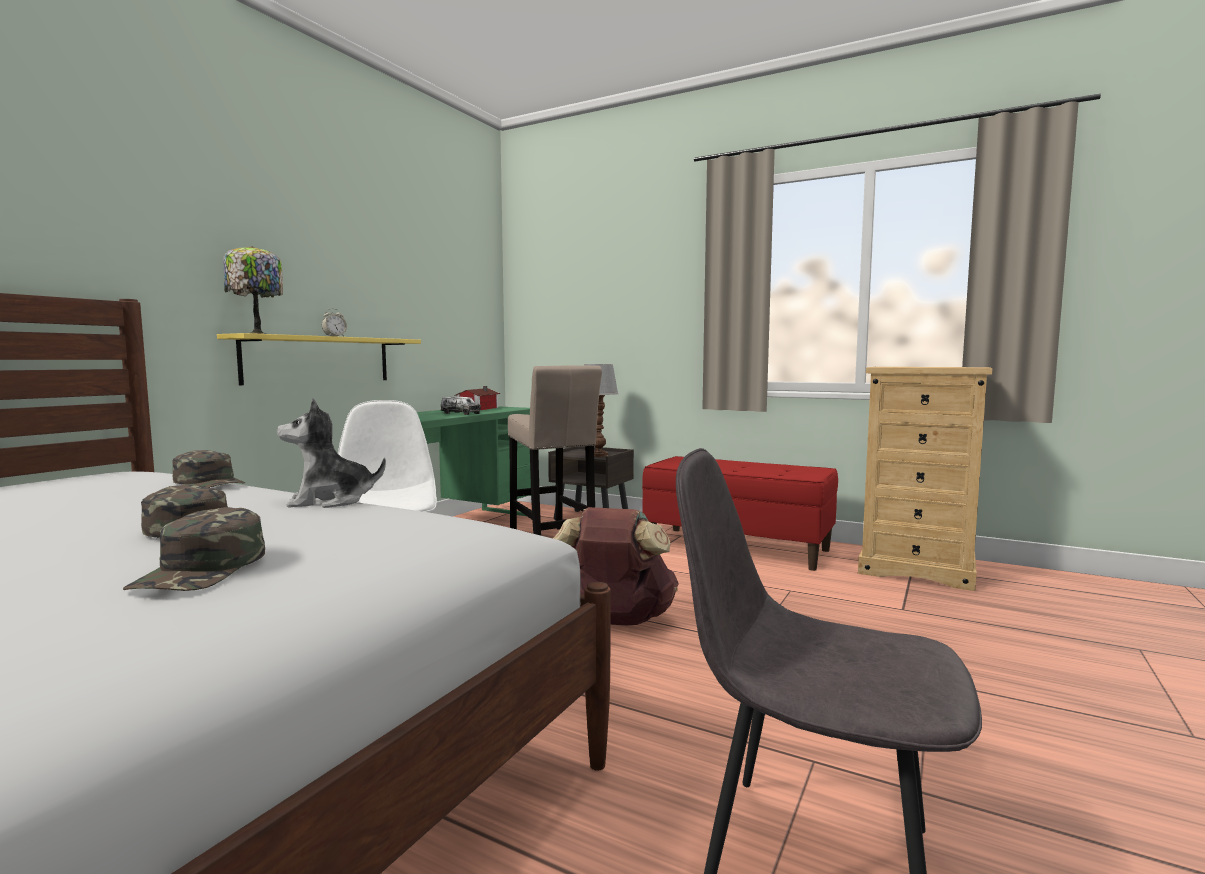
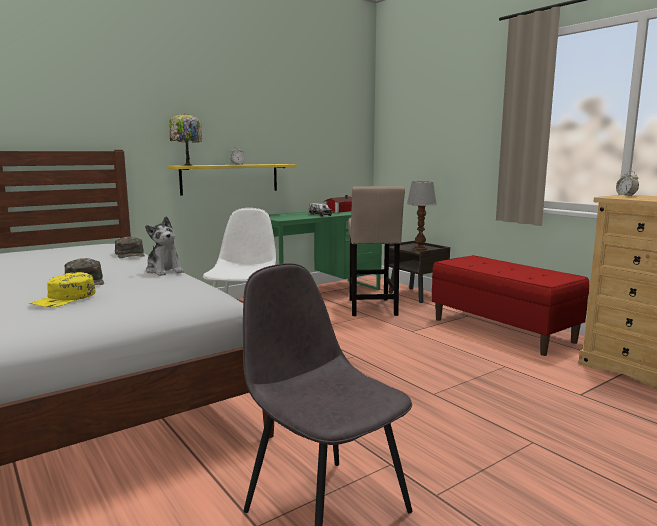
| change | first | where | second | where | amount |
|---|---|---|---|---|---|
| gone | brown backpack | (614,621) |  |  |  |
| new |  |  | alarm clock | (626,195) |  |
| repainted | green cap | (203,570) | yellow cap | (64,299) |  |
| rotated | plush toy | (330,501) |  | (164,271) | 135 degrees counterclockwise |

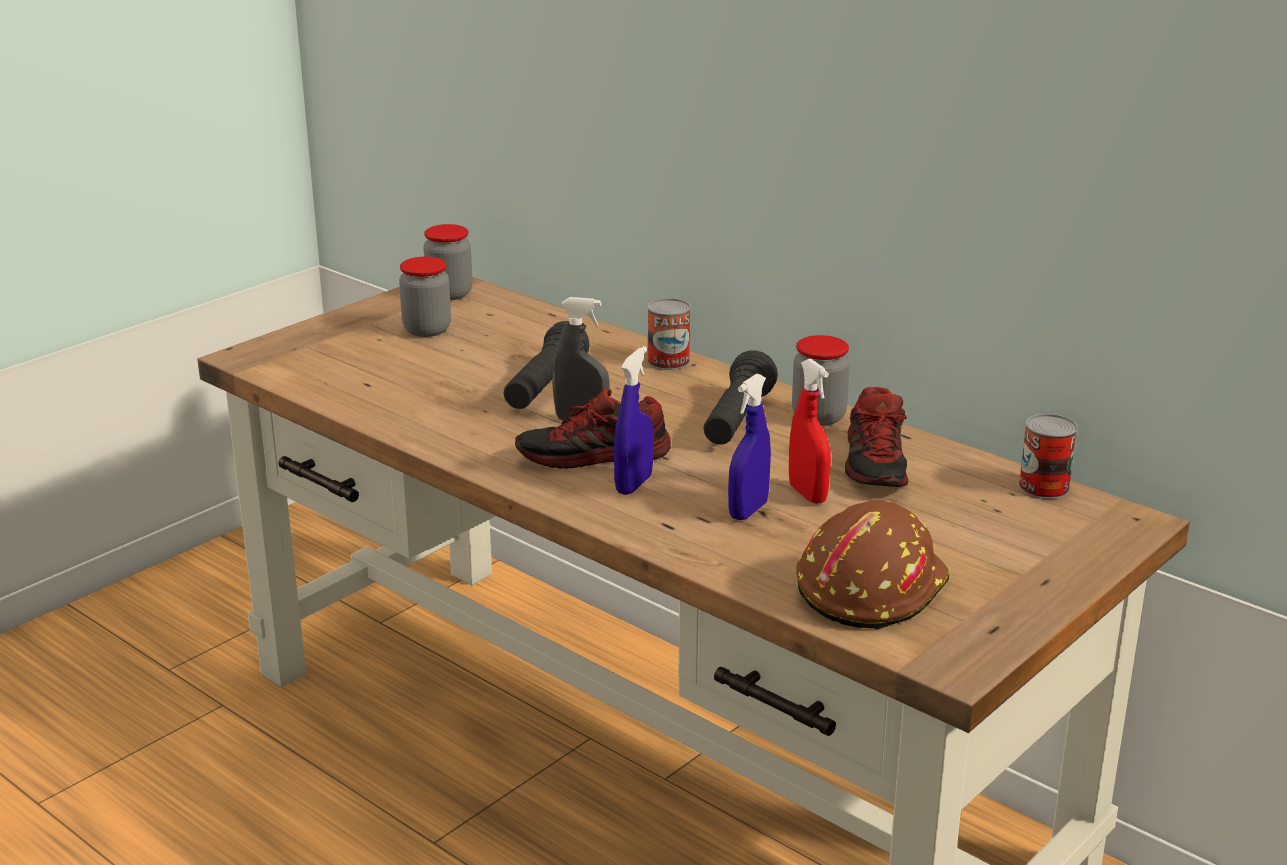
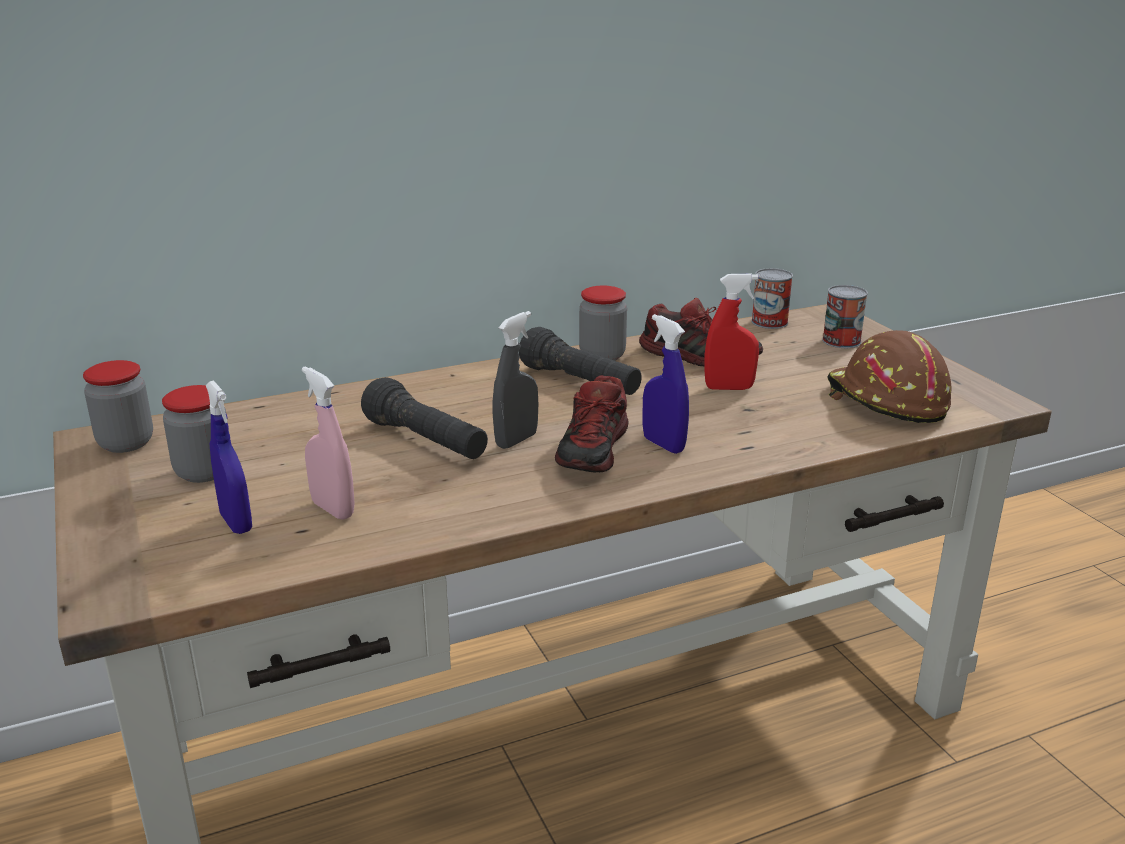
| change | first | where | second | where | amount |
|---|---|---|---|---|---|
| new |  |  | pink spray bottle | (333,509) |  |
| shifted | can | (668,361) |  | (841,341) |  |
| shifted | blue spray bottle | (748,511) |  | (236,523) |  |

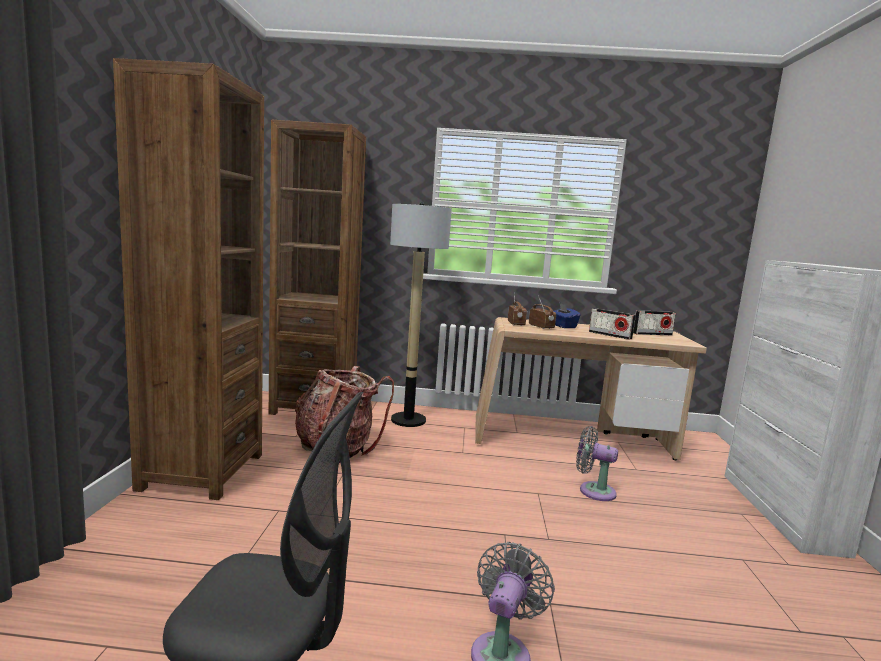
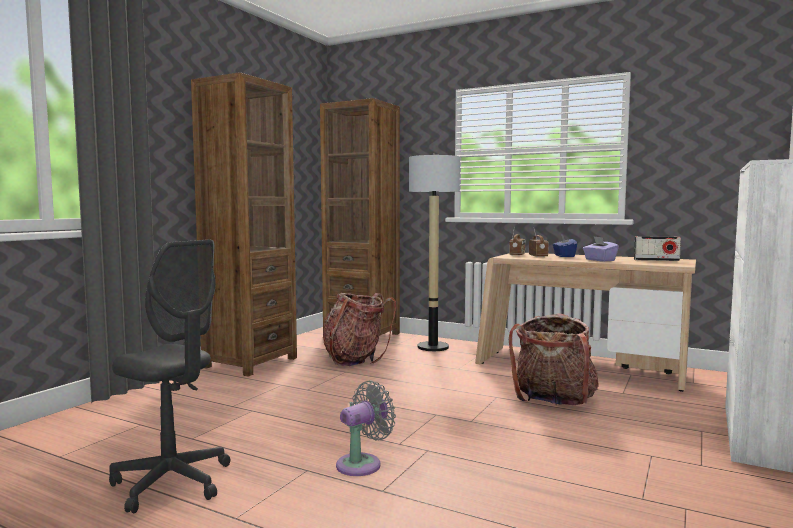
| change | first | where | second | where | amount |
|---|---|---|---|---|---|
| swapped | grey fan | (593,490) | backpack | (554,401) |  |
| swapped | radio | (610,335) | purple tissue box | (599,260) |  |

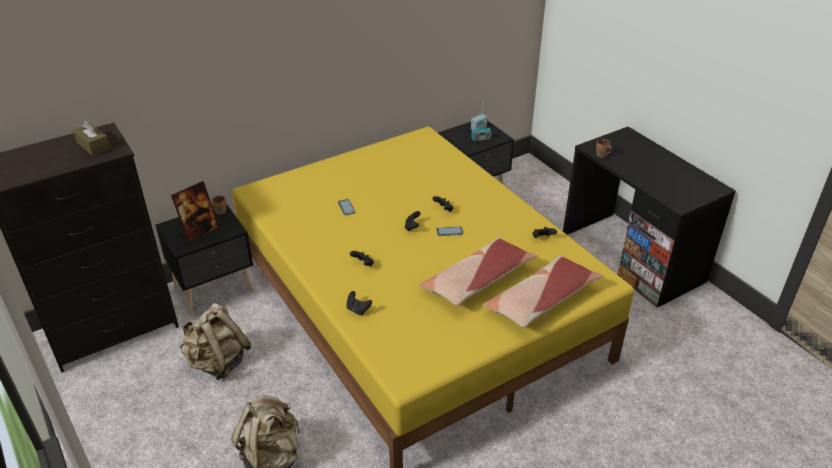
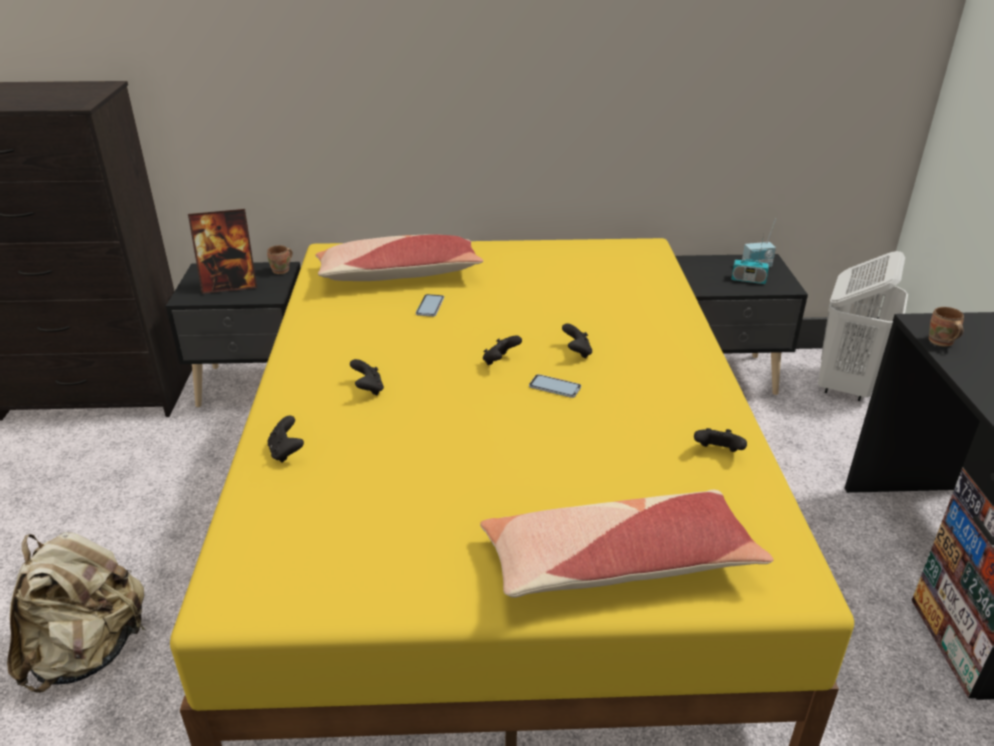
| change | first | where | second | where | amount |
|---|---|---|---|---|---|
| gone | brown tissue box | (93,146) |  |  |  |
| gone | beige backpack | (218,362) |  |  |  |
| new |  |  | white laundry basket | (845,385) |  |
| shifted | pillow | (477,280) |  | (398,275) |  |

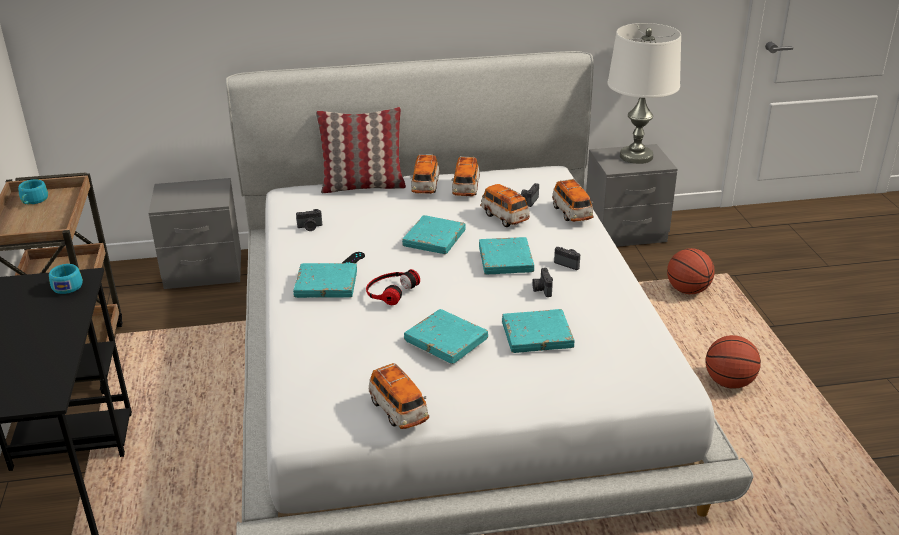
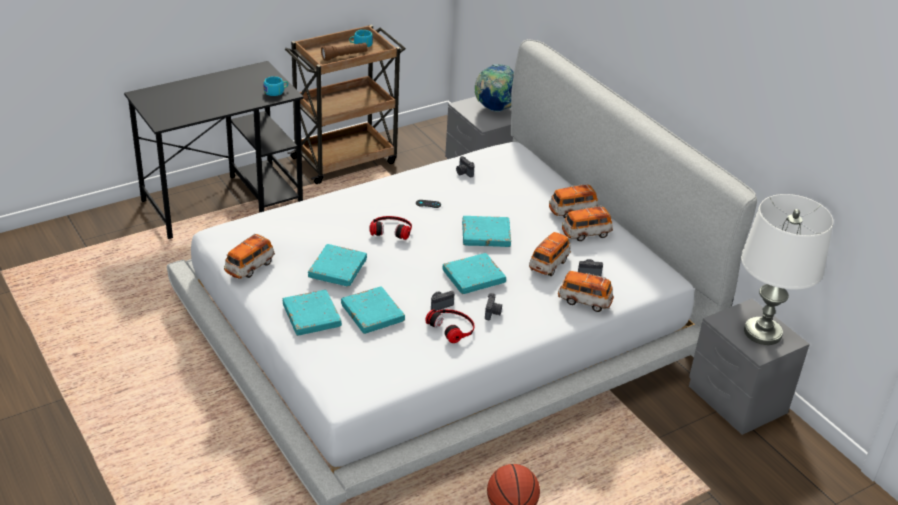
| change | first | where | second | where | amount |
|---|---|---|---|---|---|
| gone | pillow | (363,186) |  |  |  |
| gone | basketball | (687,290) |  |  |  |
| new |  |  | brown flashlight | (344,56) |  |
| new |  |  | headphones | (452,327) |  |
| new |  |  | globe | (495,109) |  |
| shifted | turquoise book | (326,285) |  | (311,316) |  |
| rotated | toy car | (571,213) |  | (584,301) | 60 degrees clockwise |

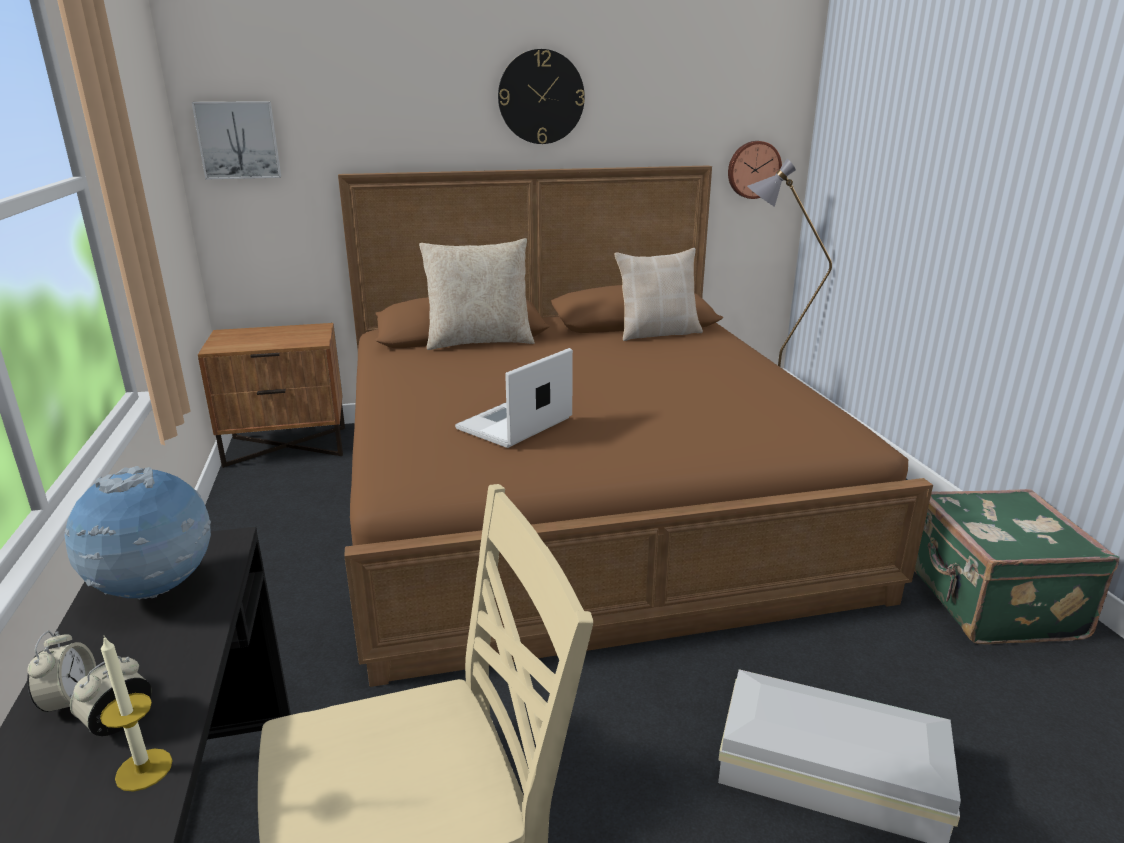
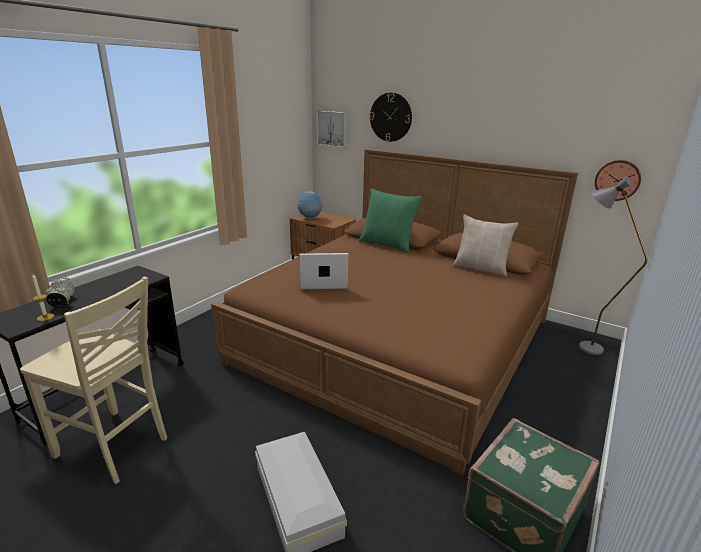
| change | first | where | second | where | amount |
|---|---|---|---|---|---|
| shifted | globe | (156,592) |  | (310,218) |  |
| shifted | wall clock | (541,97) |  | (390,117) |  |
| repainted | beige pillow | (479,341) | green pillow | (387,244) |  |

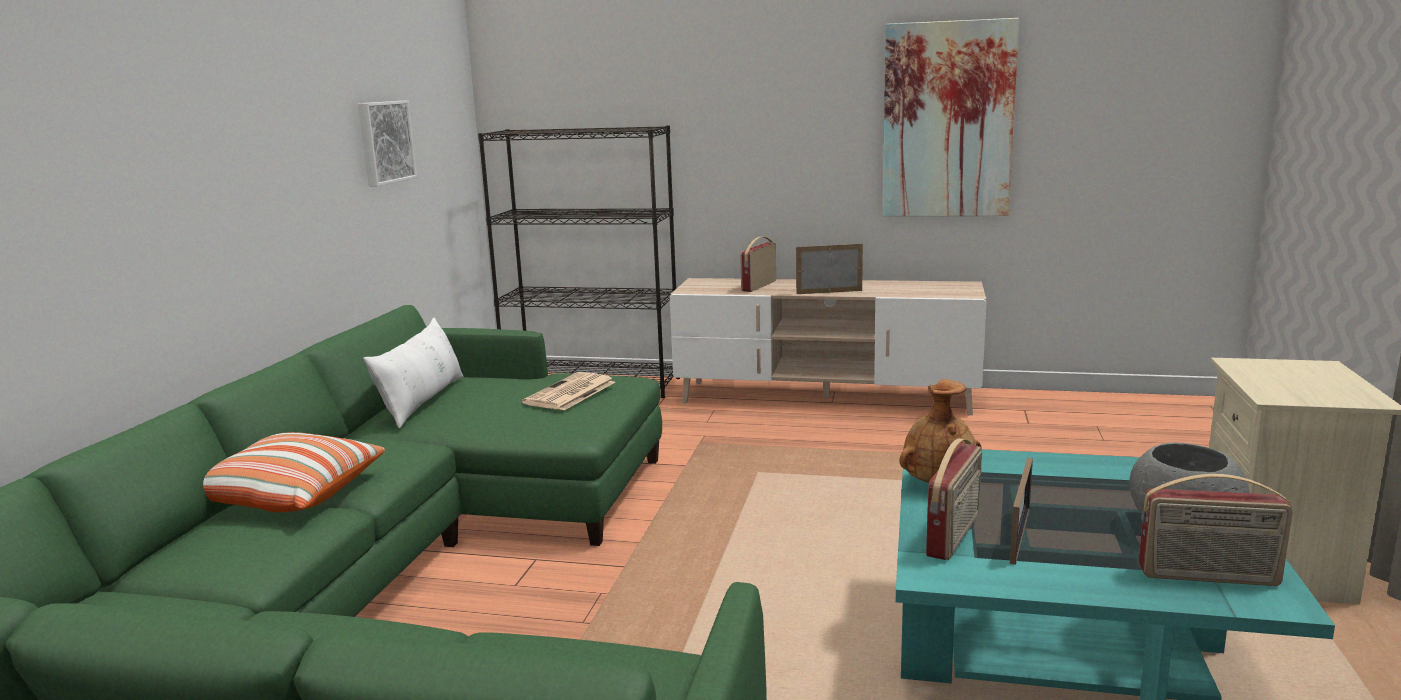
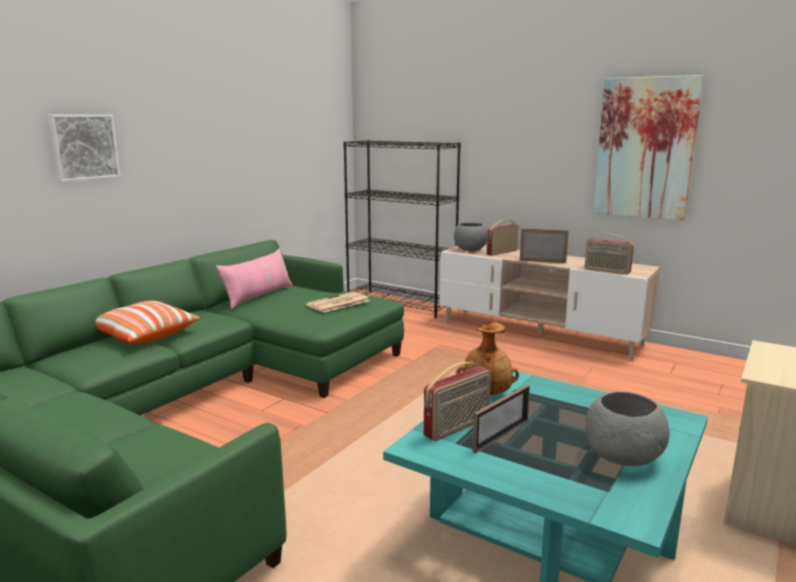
| change | first | where | second | where | amount |
|---|---|---|---|---|---|
| new |  |  | grey bowl | (470,249) |  |
| shifted | picture | (384,142) |  | (83,147) |  |
| shifted | radio | (1208,577) |  | (606,271) |  |
| repainted | white pillow | (423,401) | pink pillow | (258,296) |  |

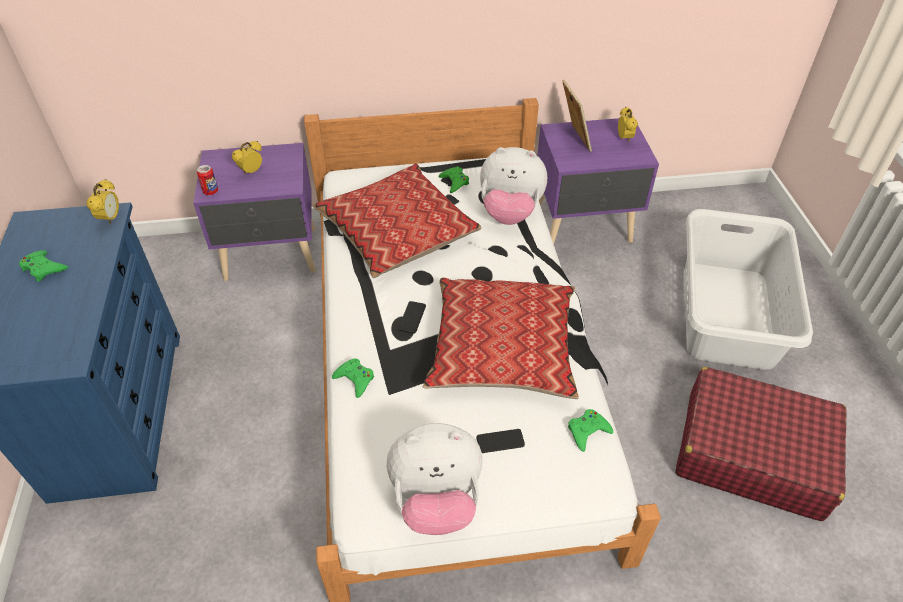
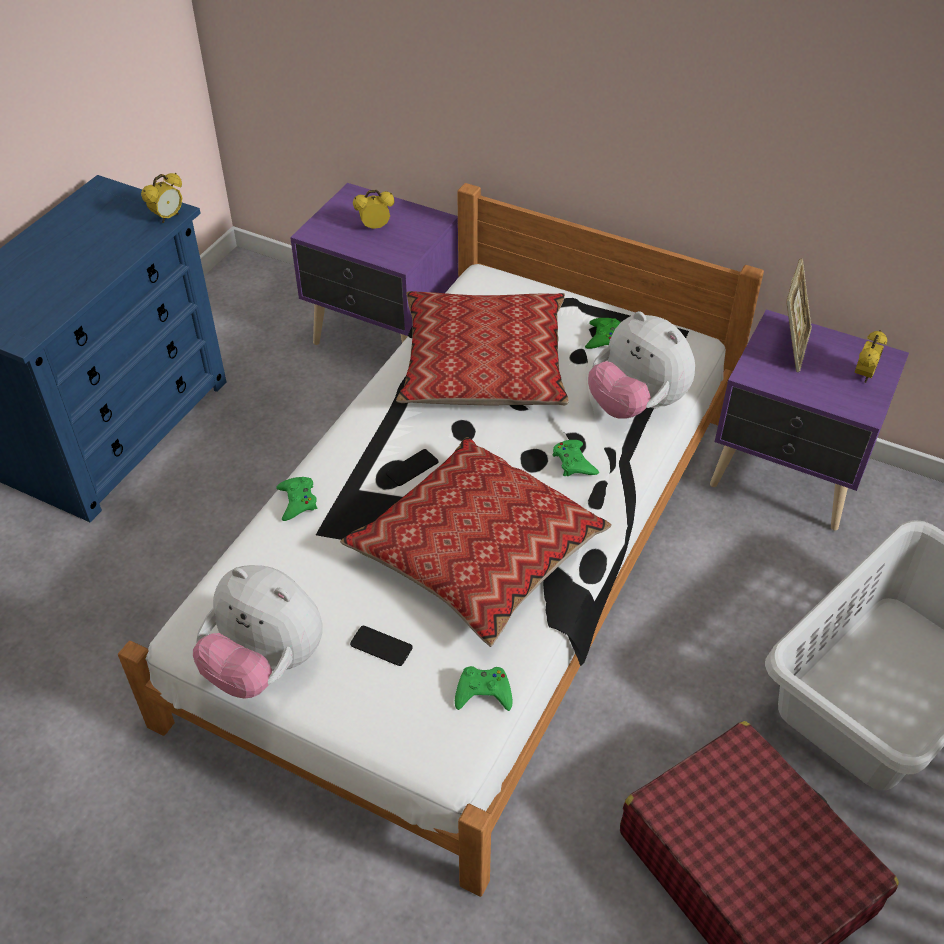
| change | first | where | second | where | amount |
|---|---|---|---|---|---|
| gone | can | (211,191) |  |  |  |
| shifted | green game controller | (44,268) |  | (573,462) |  |

